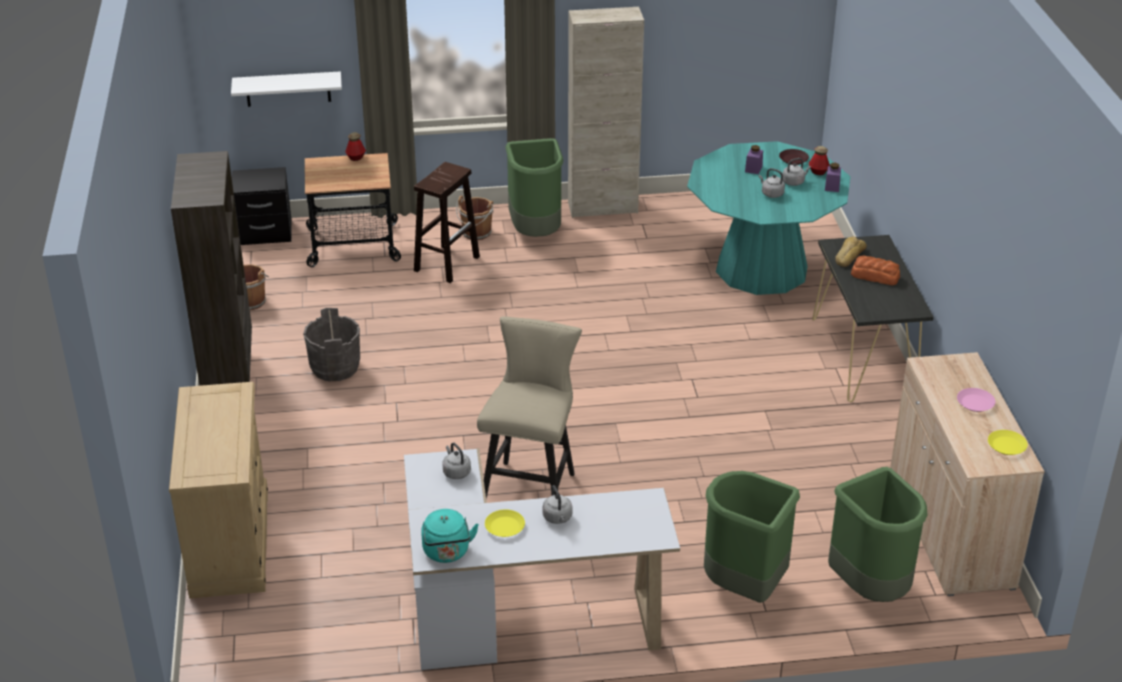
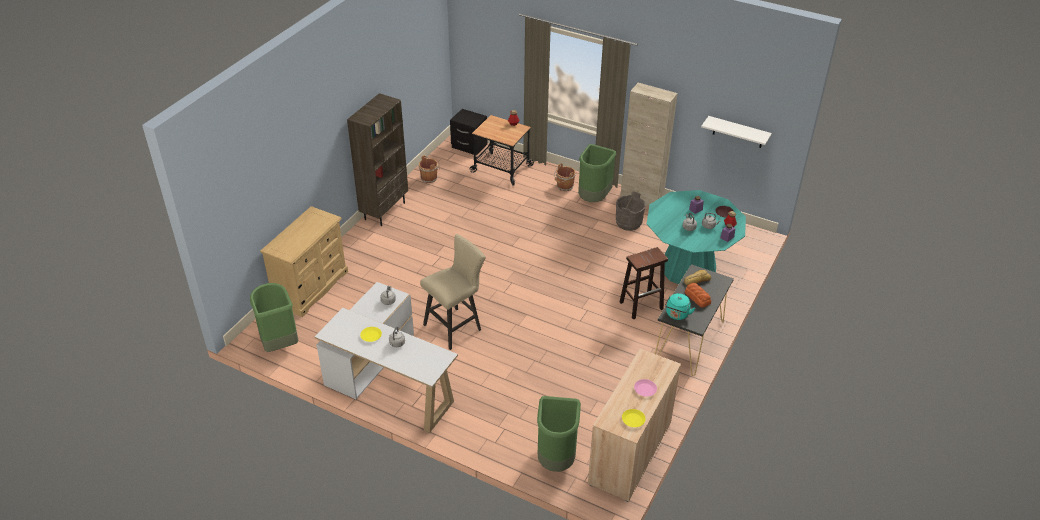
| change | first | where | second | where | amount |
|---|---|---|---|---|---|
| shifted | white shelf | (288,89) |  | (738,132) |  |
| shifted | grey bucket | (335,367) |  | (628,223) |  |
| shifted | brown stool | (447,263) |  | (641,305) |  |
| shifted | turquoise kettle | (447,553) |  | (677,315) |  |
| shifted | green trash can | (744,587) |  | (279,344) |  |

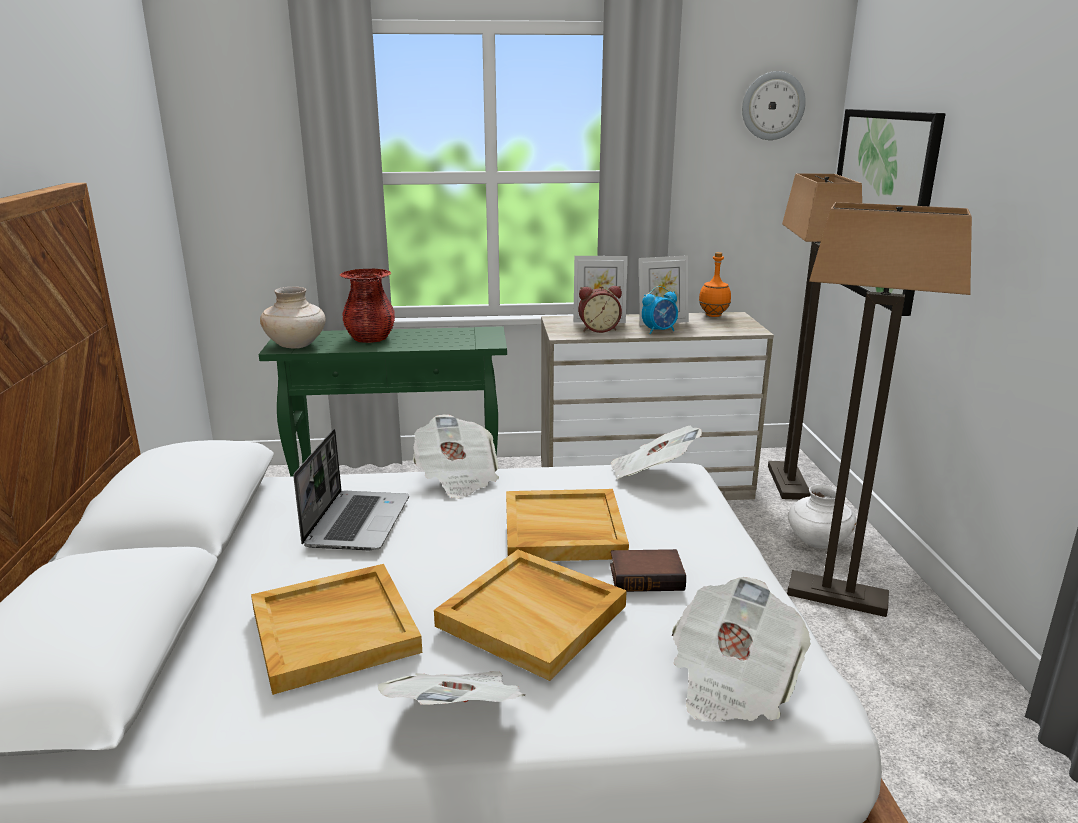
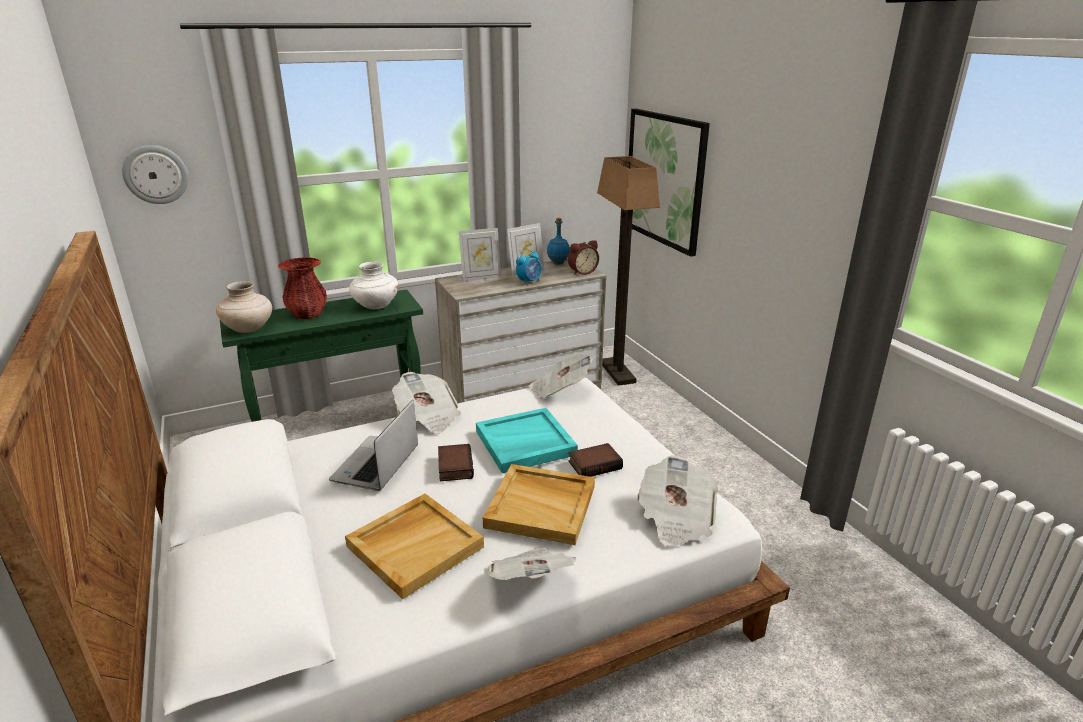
| change | first | where | second | where | amount |
|---|---|---|---|---|---|
| gone | floor lamp | (837,596) |  |  |  |
| new |  |  | book | (454,466) |  |
| shifted | alarm clock | (598,329) |  | (582,272) |  |
| shifted | wall clock | (772,106) |  | (156,174) |  |
| shifted | white vase | (817,542) |  | (375,306) |  |
| repainted | beige tray | (562,530) | turquoise tray | (525,443) |  |
| repainted | orange bottle | (713,315) | blue bottle | (558,263) |  |
| rotated | laptop | (357,521) |  | (376,465) | 150 degrees counterclockwise |

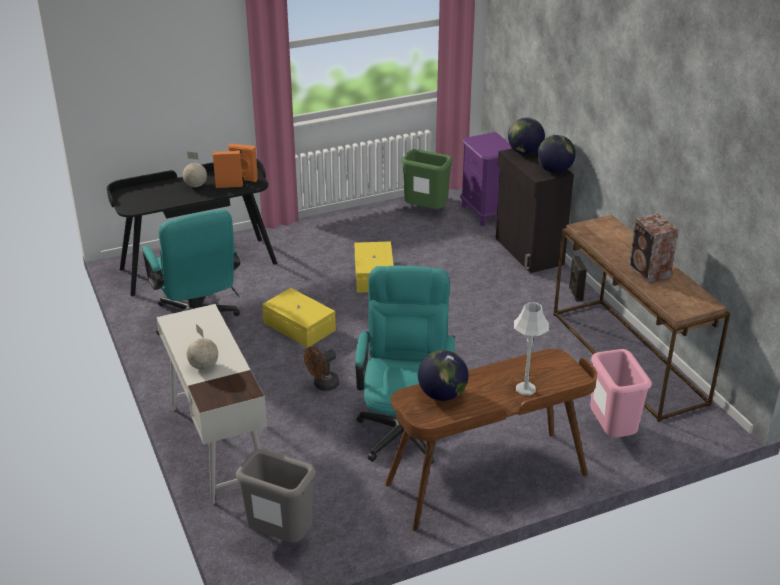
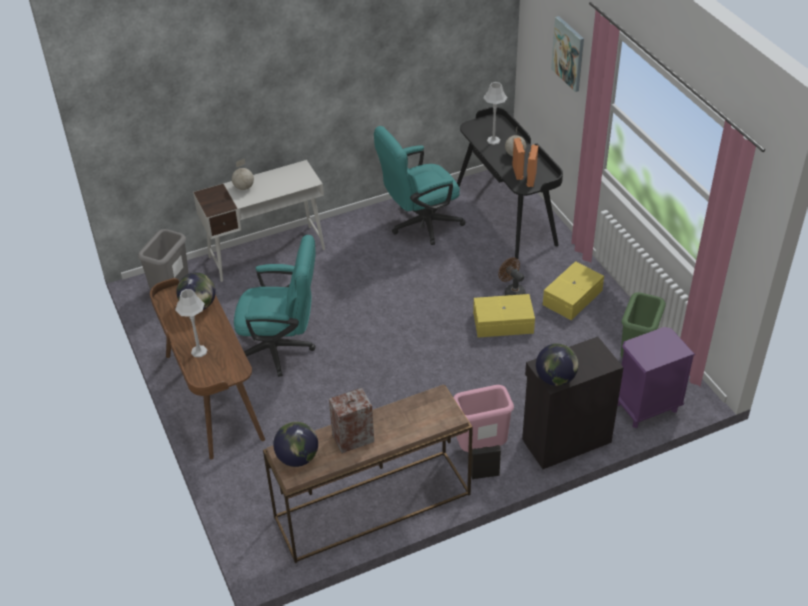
| change | first | where | second | where | amount |
|---|---|---|---|---|---|
| new |  |  | grey table lamp | (493,140) |  |
| new |  |  | picture | (568,53) |  |
| shifted | yellow storage box | (299,326) |  | (573,298) |  |
| shifted | brown fan | (323,385) |  | (512,292) |  |
| shifted | globe | (524,152) |  | (298,458) |  |
| shifted | pink trash can | (611,432) |  | (481,447) |  |

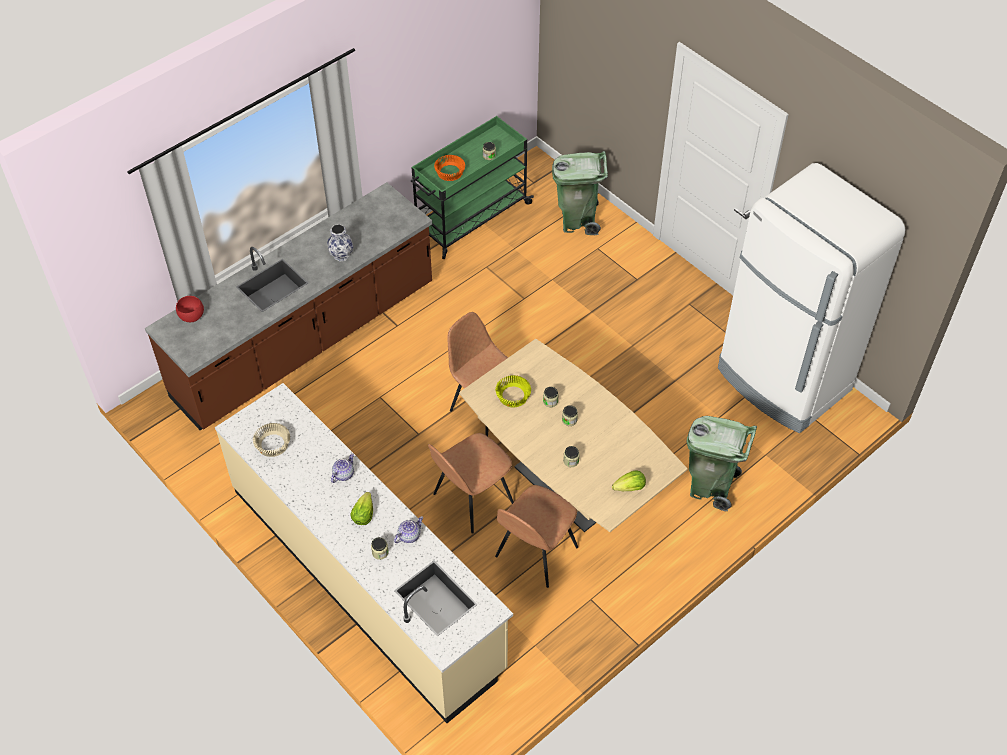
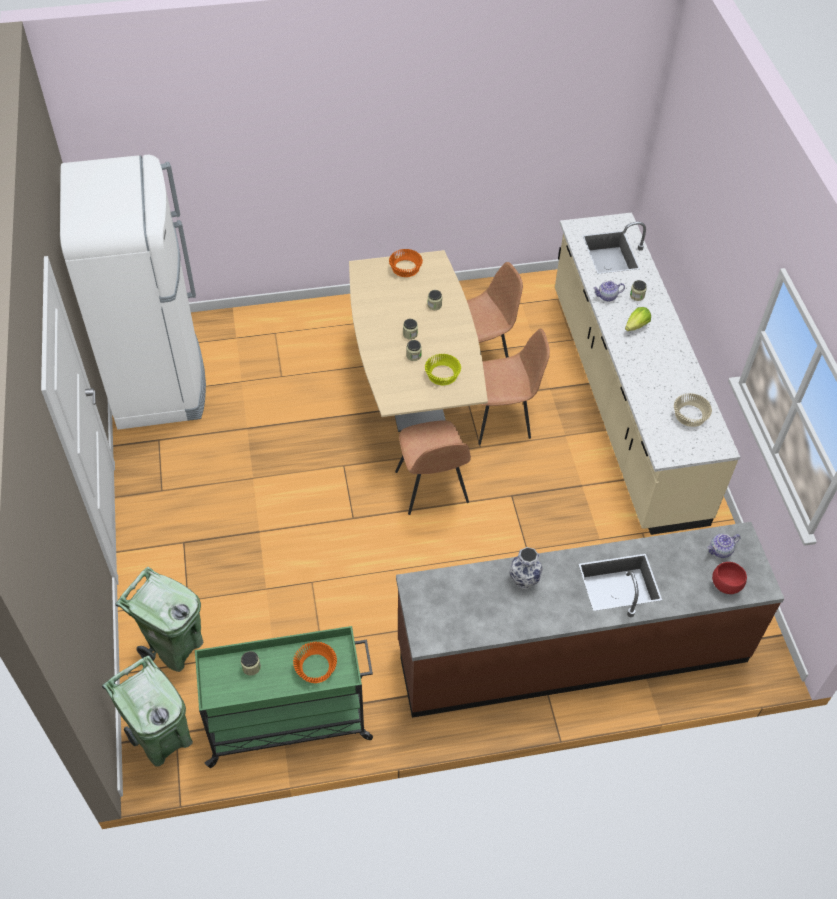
| change | first | where | second | where | amount |
|---|---|---|---|---|---|
| shifted | teapot | (343,474) |  | (720,551) |  |
| shifted | green trash can | (711,486) |  | (163,740) |  |
| swapped | lettuce | (630,488) | orange bowl | (405,268) |  |

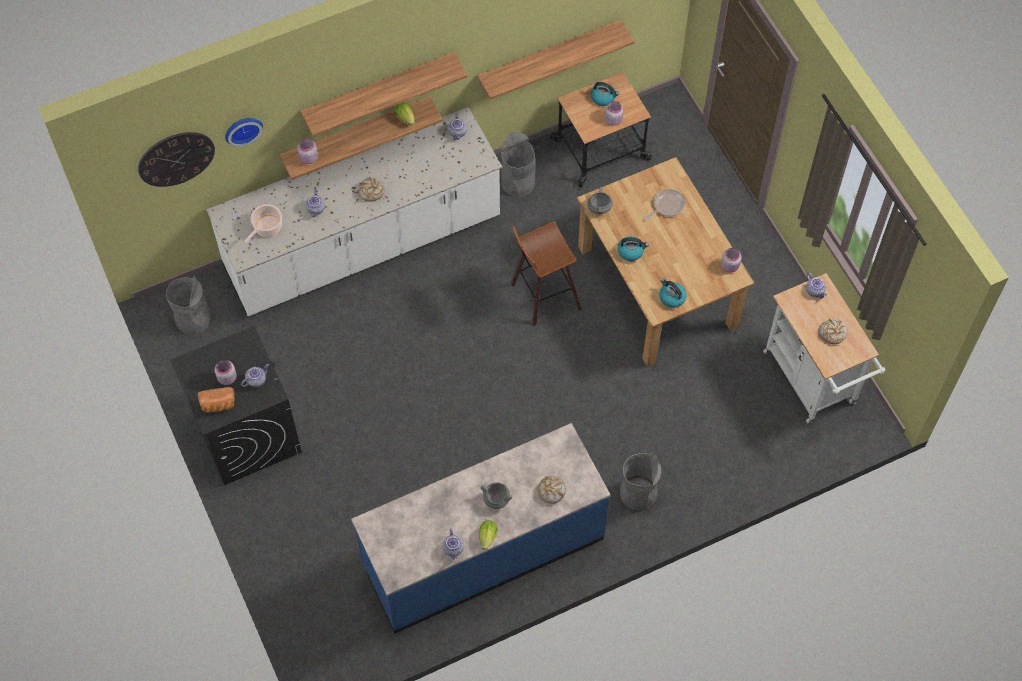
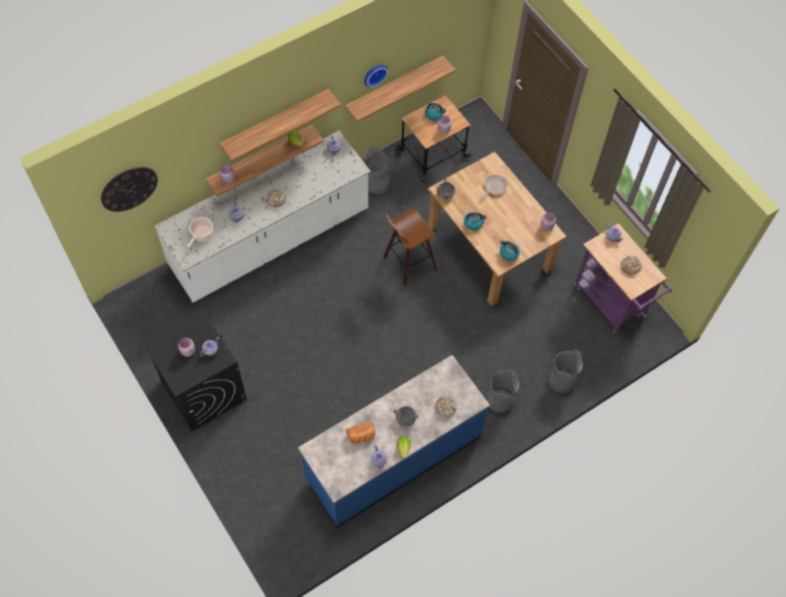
| change | first | where | second | where | amount |
|---|---|---|---|---|---|
| shifted | grey trash can | (193,319) |  | (561,380) |  |
| shifted | bread | (218,405) |  | (361,436) |  |
| shifted | wall clock | (242,129) |  | (374,74) |  |
| repainted | white cart | (813,382) | purple cart | (612,304) |  |

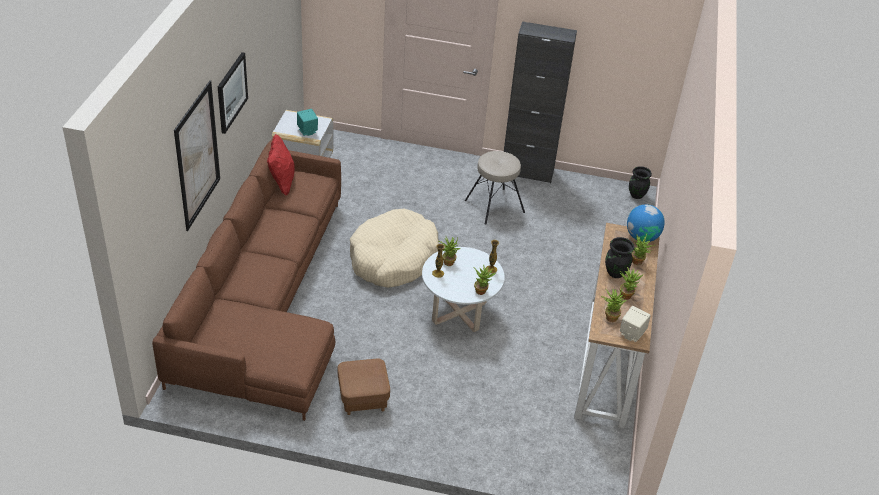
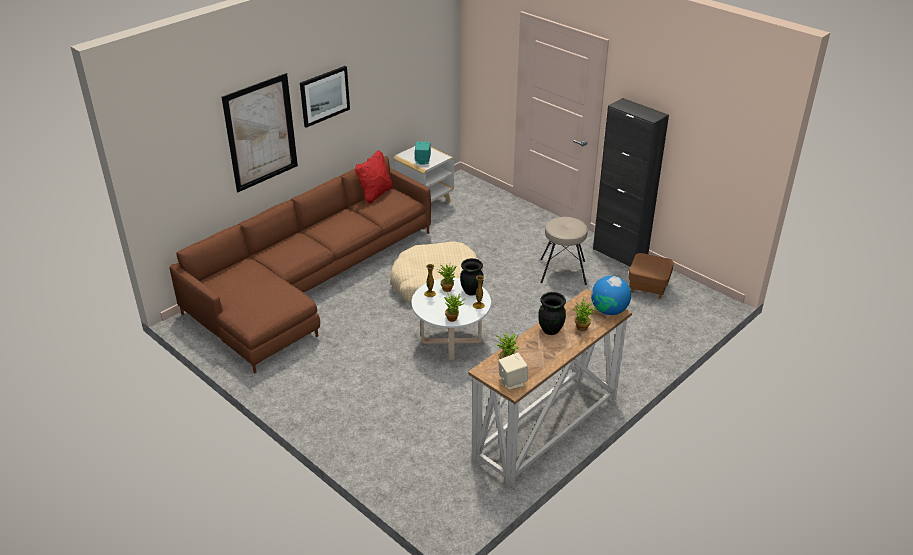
| change | first | where | second | where | amount |
|---|---|---|---|---|---|
| gone | potted plant | (627,294) |  |  |  |
| shifted | brown ottoman | (363,398) |  | (648,287) |  |
| shifted | black vase | (636,195) |  | (471,291) |  |

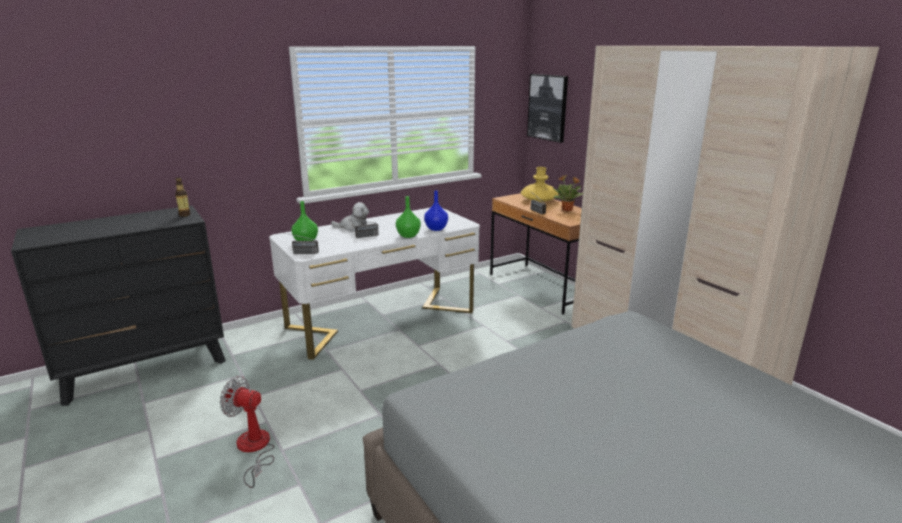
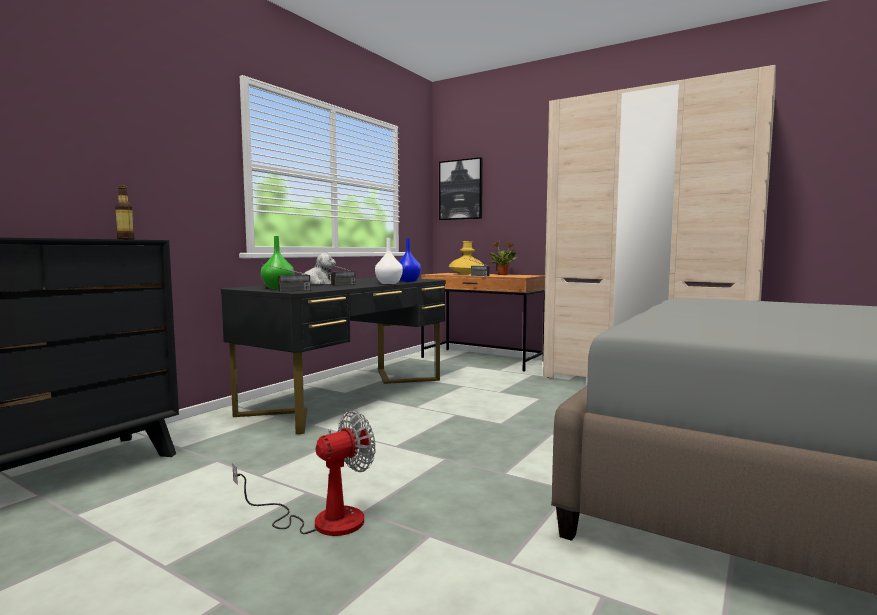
| change | first | where | second | where | amount |
|---|---|---|---|---|---|
| repainted | white desk | (382,319) | black desk | (349,395) |  |
| repainted | green vase | (408,236) | white vase | (388,283) |  |
| rotated | fan | (254,449) |  | (321,520) | 150 degrees clockwise |

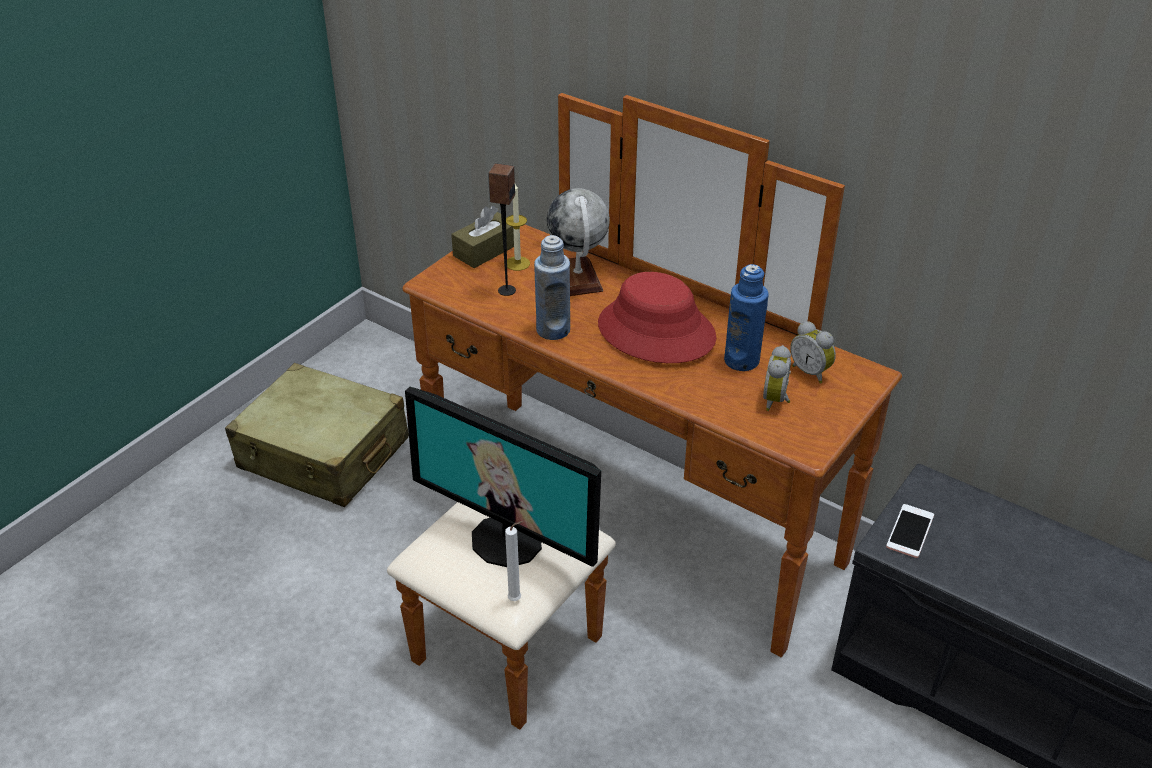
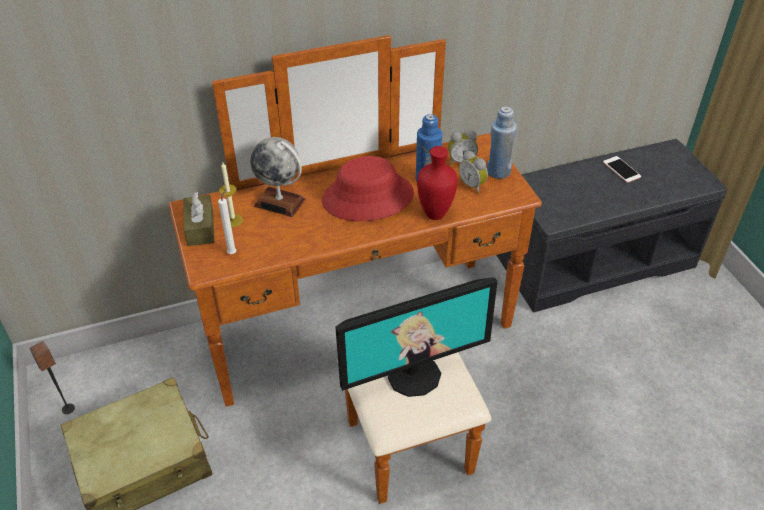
| change | first | where | second | where | amount |
|---|---|---|---|---|---|
| new |  |  | red vase | (436,214) |  |
| shifted | speaker | (506,290) |  | (68,409) |  |
| shifted | white candle | (517,599) |  | (233,252) |  |
| shifted | blue bottle | (553,330) |  | (498,171) |  |
| shifted | phone | (910,531) |  | (621,169) |  |

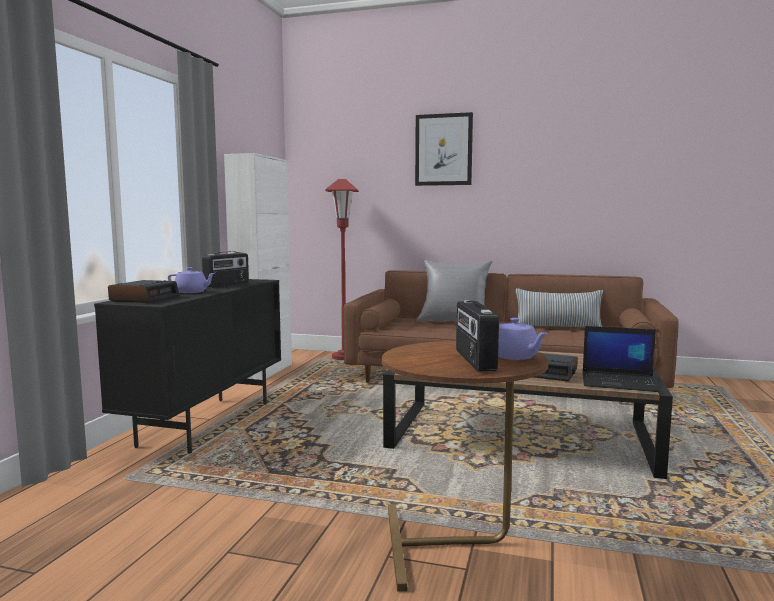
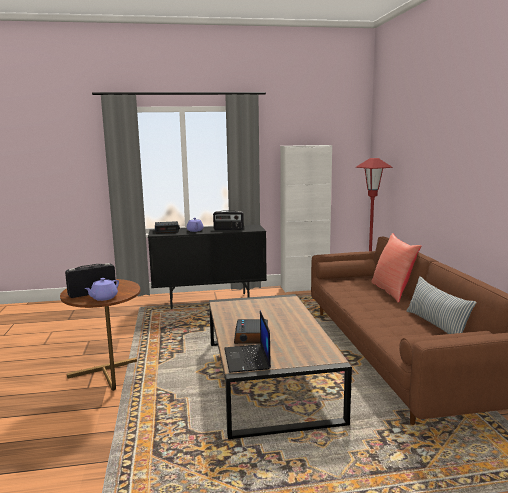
| change | first | where | second | where | amount |
|---|---|---|---|---|---|
| gone | picture | (443,150) |  |  |  |
| repainted | grey pillow | (454,322) | red pillow | (392,291) |  |

